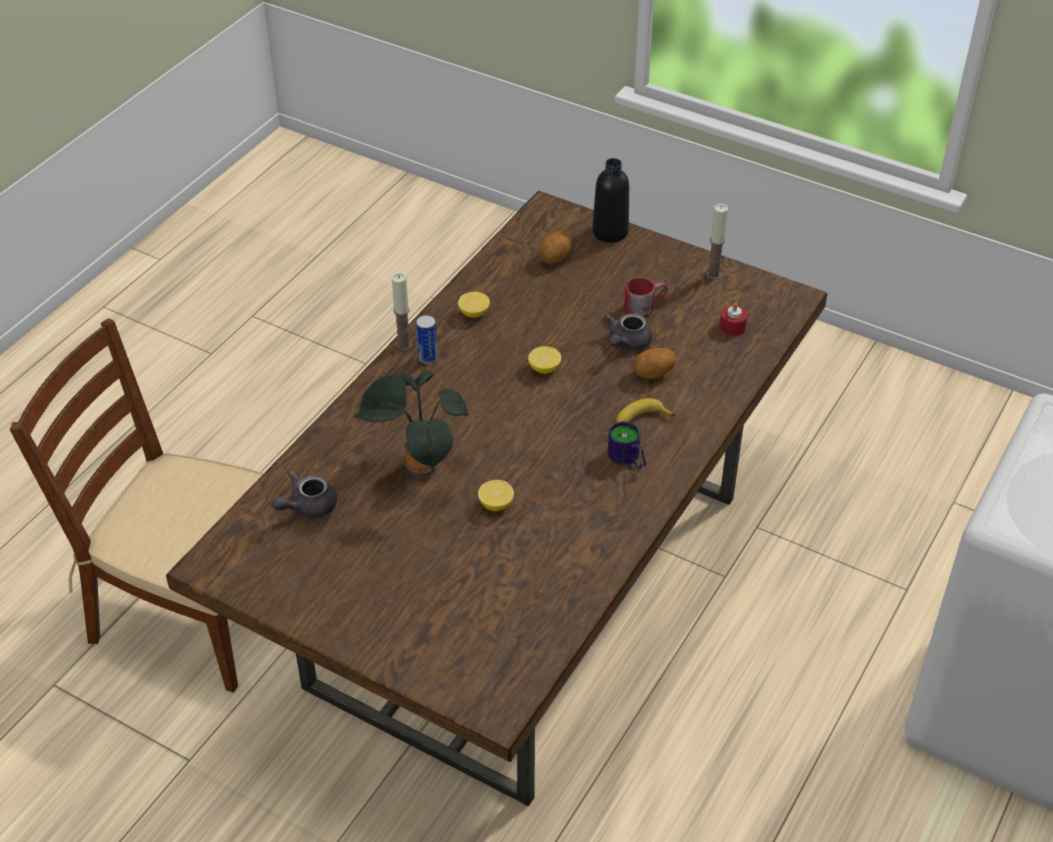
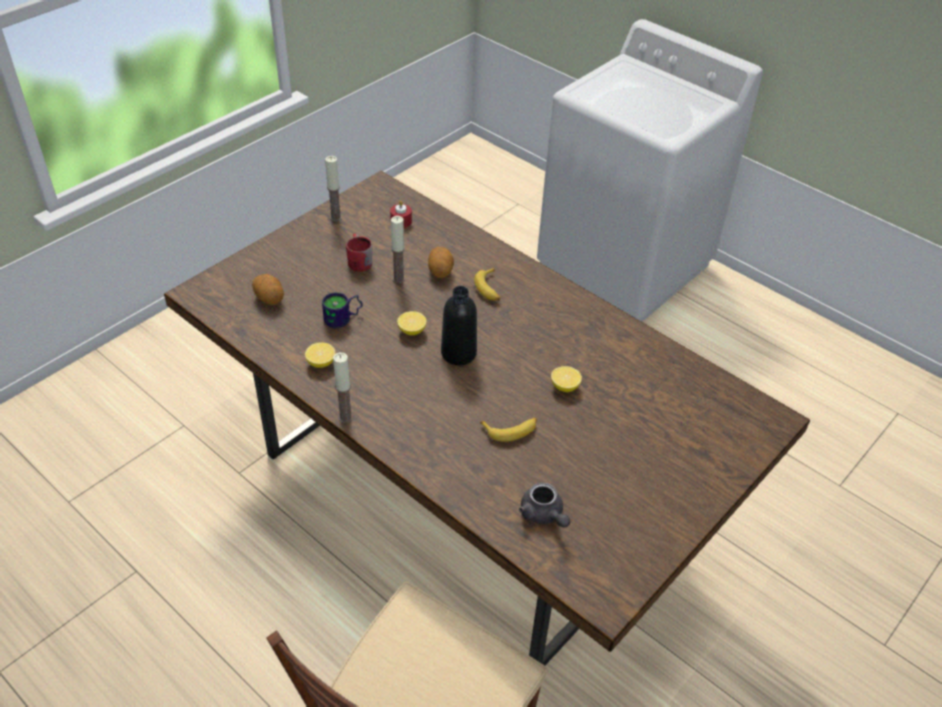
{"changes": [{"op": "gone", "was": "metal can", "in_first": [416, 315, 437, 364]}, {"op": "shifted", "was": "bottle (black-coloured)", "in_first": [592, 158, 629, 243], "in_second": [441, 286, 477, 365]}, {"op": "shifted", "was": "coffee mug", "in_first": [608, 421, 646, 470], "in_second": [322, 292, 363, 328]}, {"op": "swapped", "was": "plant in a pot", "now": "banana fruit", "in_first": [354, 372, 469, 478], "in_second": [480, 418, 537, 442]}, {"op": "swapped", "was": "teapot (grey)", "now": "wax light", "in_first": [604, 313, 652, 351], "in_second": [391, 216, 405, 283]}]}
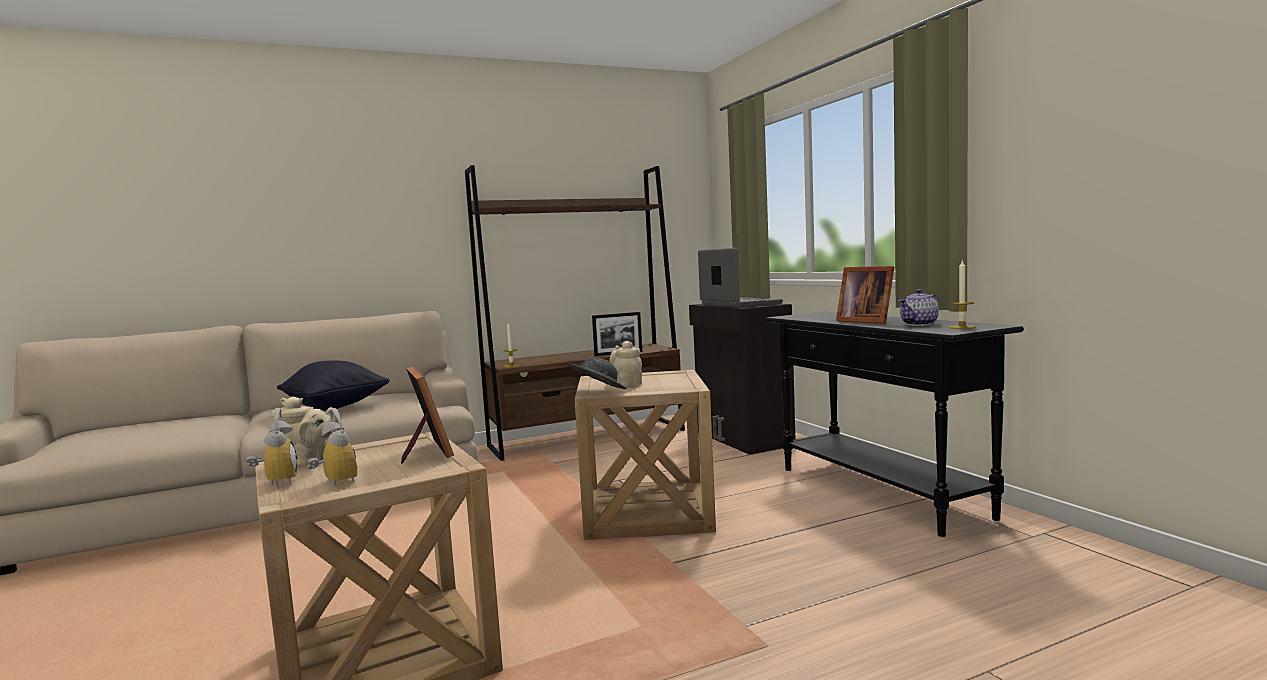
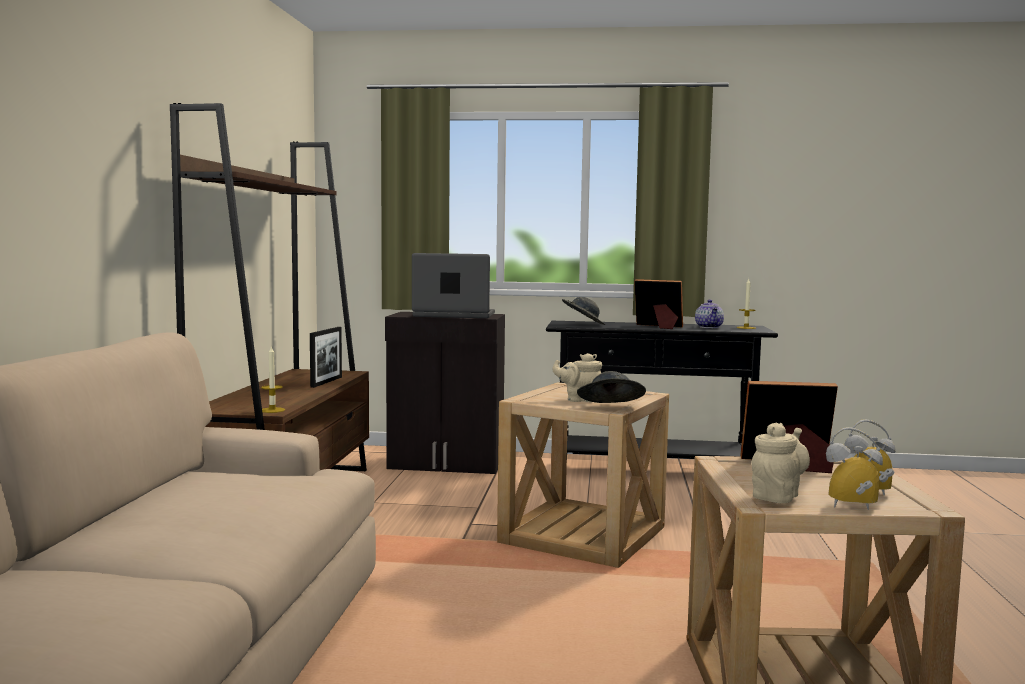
{"changes": [{"op": "gone", "was": "throw pillow (black-coloured)", "in_first": [277, 360, 389, 411]}, {"op": "new", "now": "clothing hat (grey)", "in_second": [562, 297, 605, 325]}, {"op": "rotated", "was": "standing frame", "in_first": [836, 266, 894, 324], "in_second": [634, 279, 683, 329], "clockwise": -150}]}
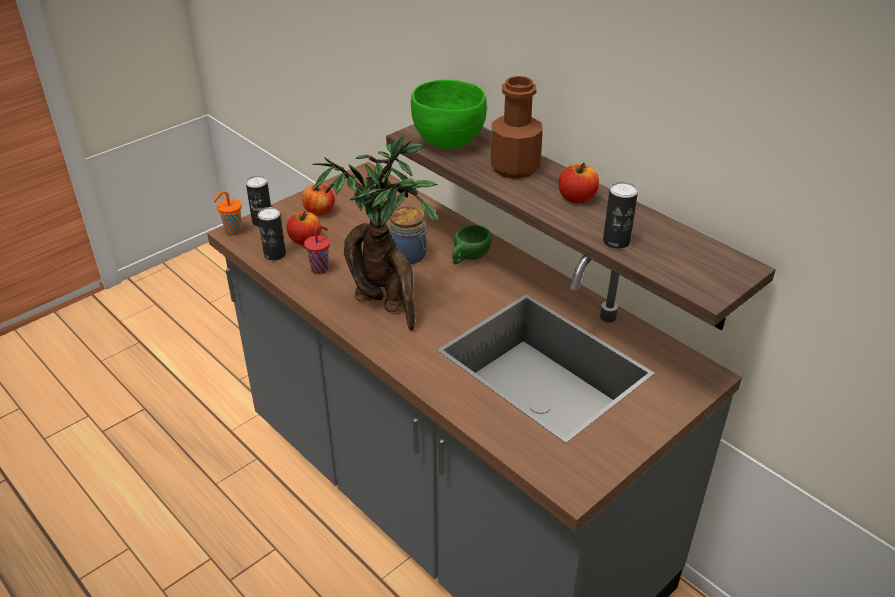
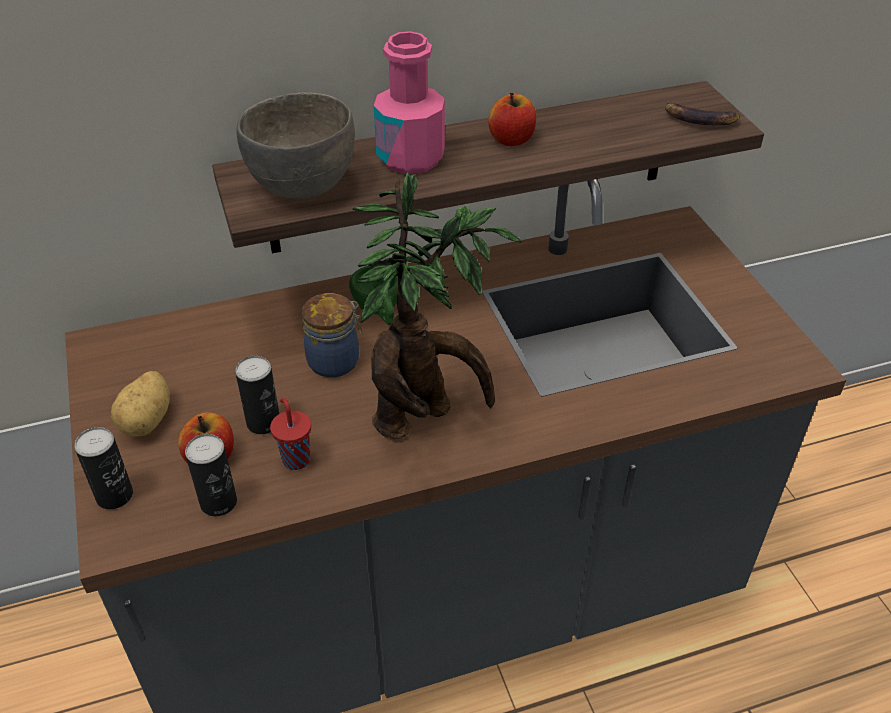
{"changes": [{"op": "gone", "was": "small cup (orangey)", "in_first": [213, 191, 242, 236]}, {"op": "new", "now": "banana fruit", "in_second": [665, 101, 740, 125]}, {"op": "shifted", "was": "metal can", "in_first": [603, 182, 638, 249], "in_second": [235, 356, 279, 434]}, {"op": "swapped", "was": "apple", "now": "whole potato", "in_first": [302, 185, 335, 216], "in_second": [111, 371, 170, 437]}, {"op": "repainted", "was": "serving bowl (green-coloured)", "now": "serving bowl (grey)", "in_first": [411, 80, 487, 149], "in_second": [237, 92, 355, 199]}, {"op": "repainted", "was": "bottle (brown)", "now": "bottle (pink)", "in_first": [491, 76, 543, 179], "in_second": [374, 31, 445, 174]}]}
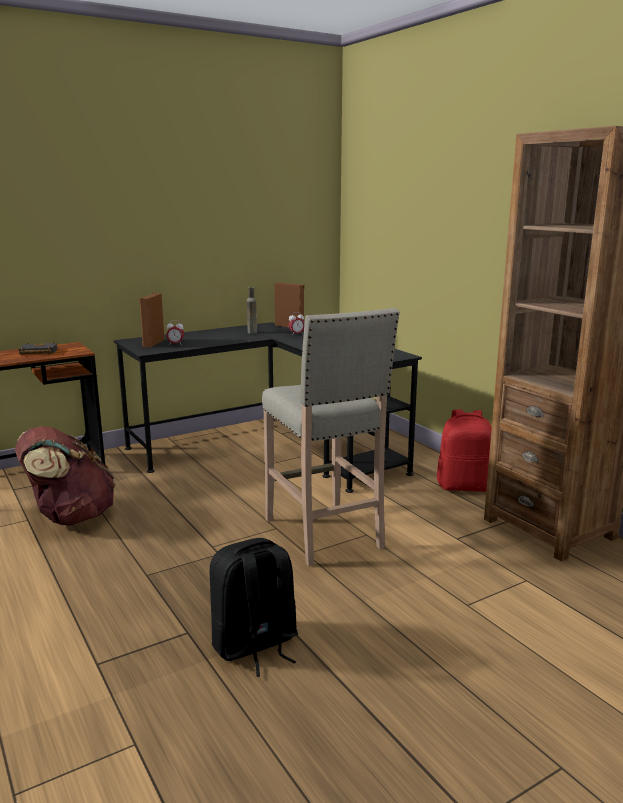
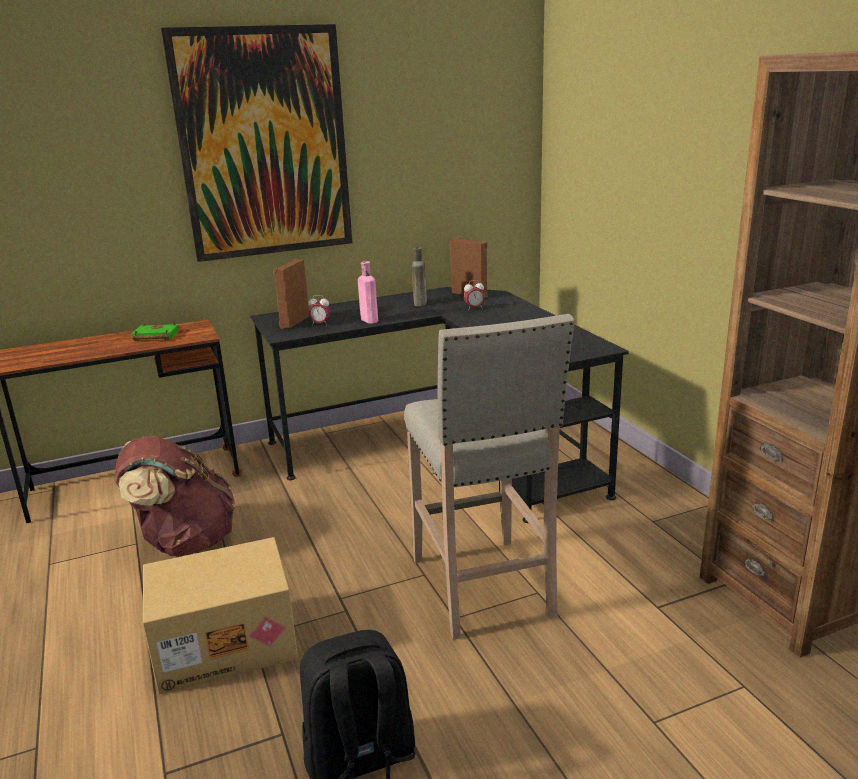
{"changes": [{"op": "gone", "was": "rucksack (red-coloured)", "in_first": [437, 409, 492, 492]}, {"op": "new", "now": "carton", "in_second": [143, 537, 298, 695]}, {"op": "new", "now": "picture", "in_second": [161, 24, 352, 262]}, {"op": "new", "now": "bottle (pink)", "in_second": [358, 261, 378, 324]}, {"op": "repainted", "was": "bound book (black-coloured)", "now": "bound book (green-coloured)", "in_first": [19, 342, 58, 355], "in_second": [132, 323, 180, 341]}]}
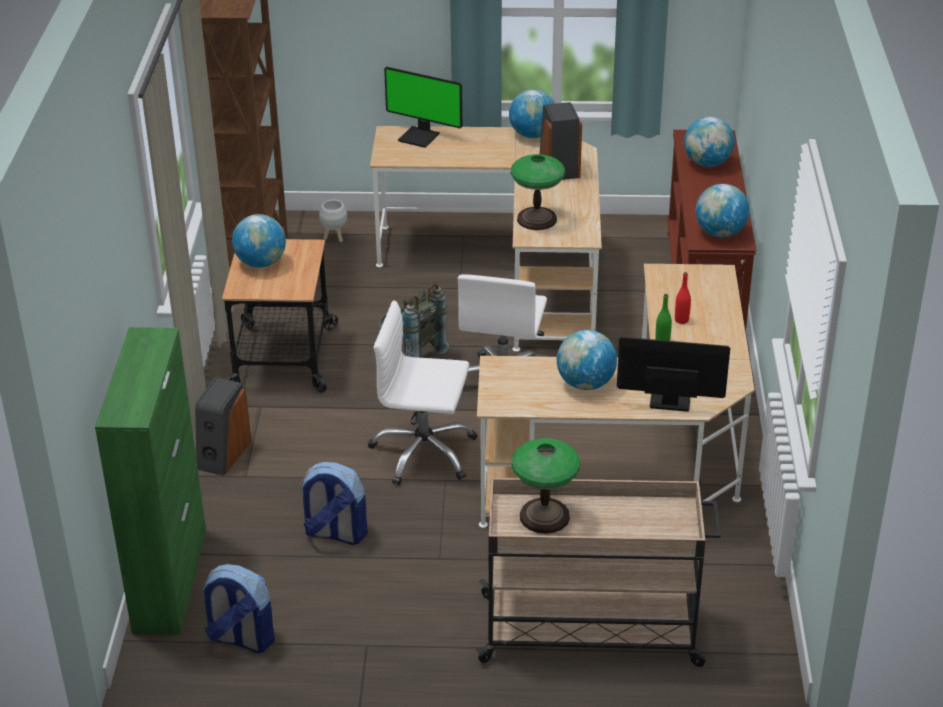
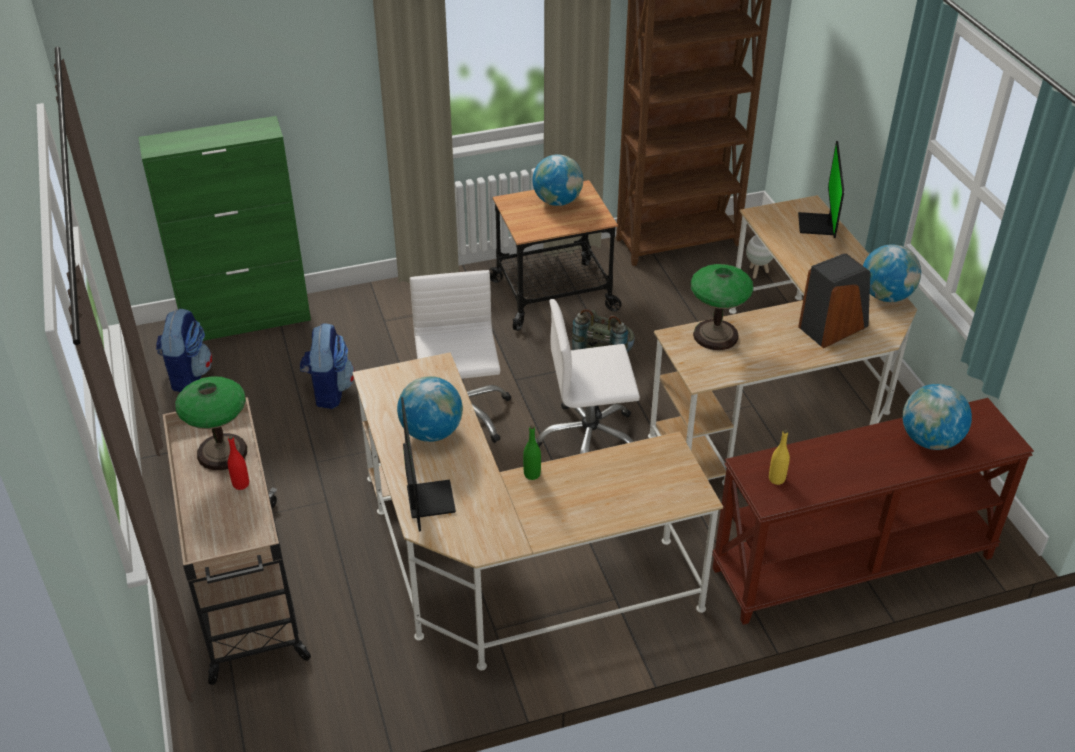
{"changes": [{"op": "gone", "was": "speaker", "in_first": [195, 377, 252, 476]}, {"op": "shifted", "was": "bottle (red-coloured)", "in_first": [675, 272, 691, 324], "in_second": [228, 435, 249, 490]}, {"op": "swapped", "was": "globe", "now": "bottle (yellow)", "in_first": [696, 184, 750, 237], "in_second": [769, 429, 790, 485]}]}
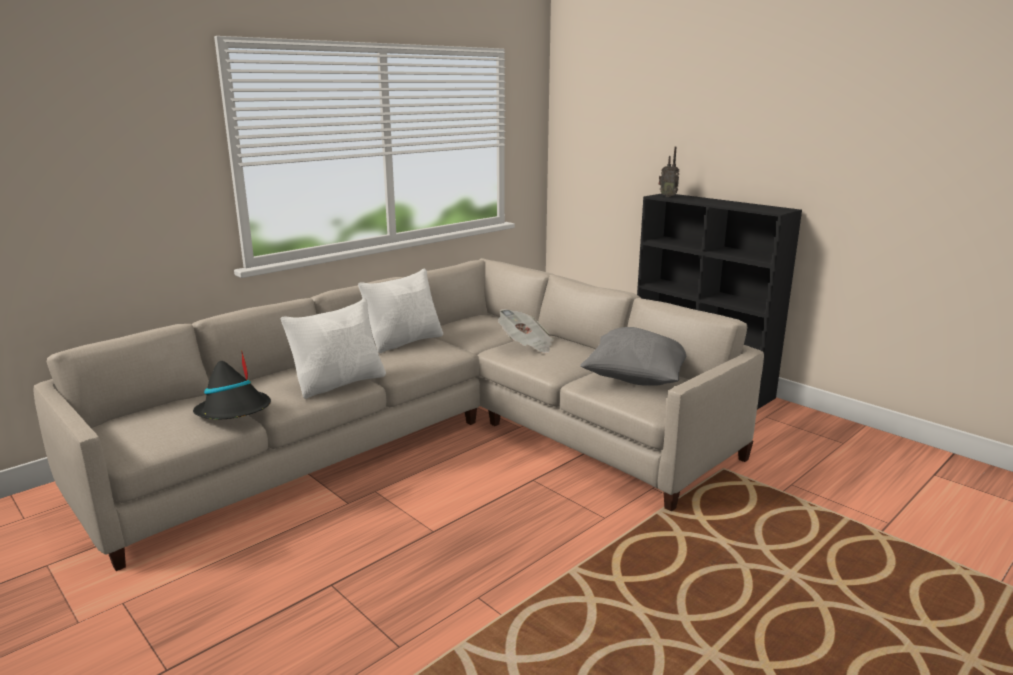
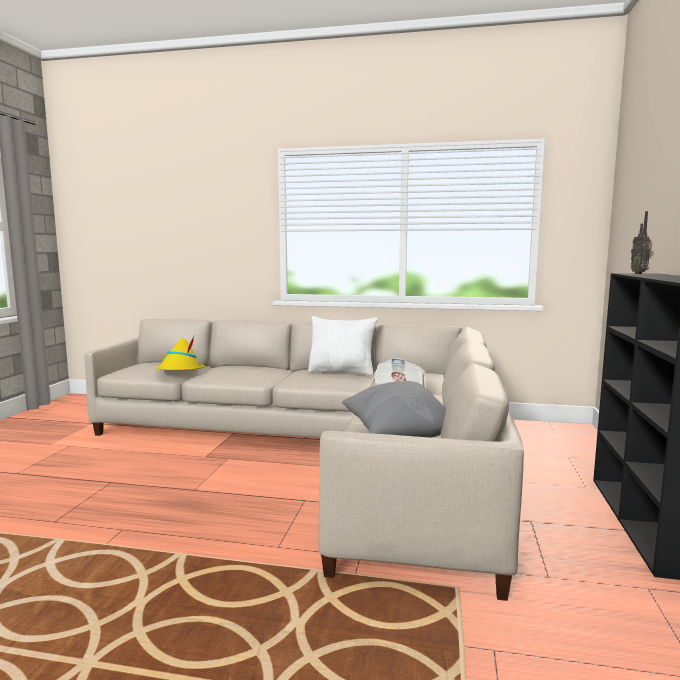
{"changes": [{"op": "gone", "was": "throw pillow (white)", "in_first": [281, 298, 386, 399]}, {"op": "repainted", "was": "clothing hat (black-coloured)", "now": "clothing hat (yellow)", "in_first": [193, 350, 271, 419], "in_second": [156, 336, 205, 370]}]}
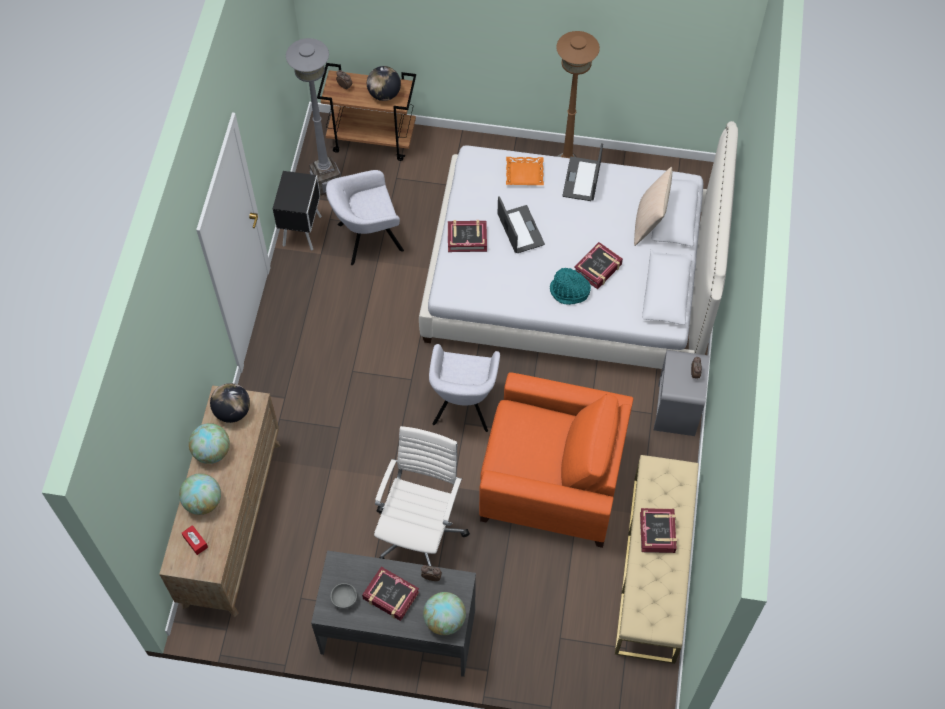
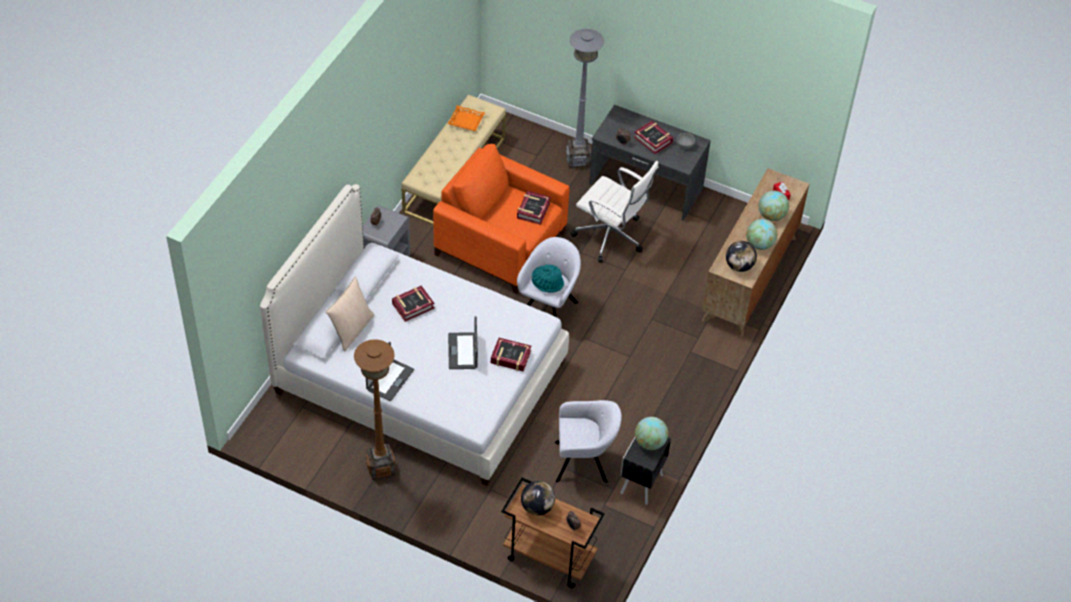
{"changes": [{"op": "shifted", "was": "standing lamp (grey)", "in_first": [286, 38, 341, 196], "in_second": [566, 29, 604, 168]}, {"op": "shifted", "was": "globe", "in_first": [423, 592, 466, 635], "in_second": [635, 417, 668, 450]}, {"op": "shifted", "was": "carrying tray (orangey)", "in_first": [506, 157, 544, 185], "in_second": [447, 105, 485, 131]}, {"op": "shifted", "was": "clothing hat (blue-green)", "in_first": [550, 267, 591, 305], "in_second": [532, 264, 564, 293]}, {"op": "shifted", "was": "bound book", "in_first": [640, 508, 677, 553], "in_second": [517, 191, 551, 225]}, {"op": "rotated", "was": "office chair (white)", "in_first": [374, 426, 470, 566], "in_second": [571, 161, 658, 262], "clockwise": -90}]}
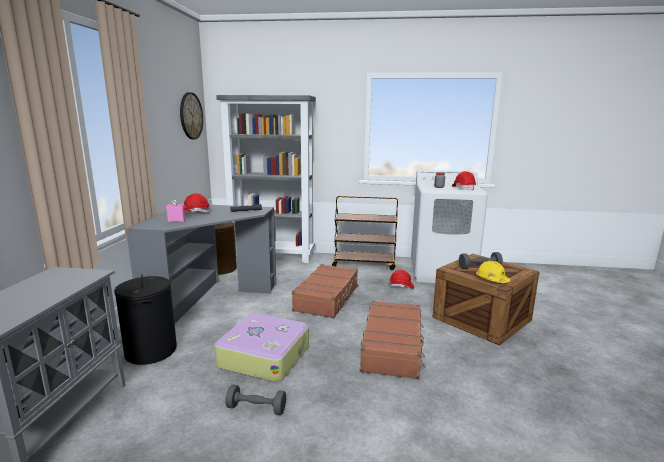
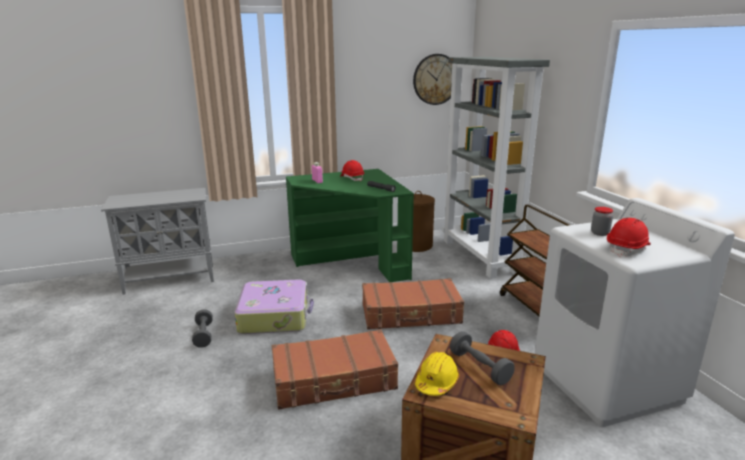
{"changes": [{"op": "gone", "was": "laundry basket (black-coloured)", "in_first": [114, 274, 177, 365]}, {"op": "repainted", "was": "desk table (grey)", "now": "desk table (green-coloured)", "in_first": [126, 205, 276, 323], "in_second": [286, 169, 414, 282]}]}
